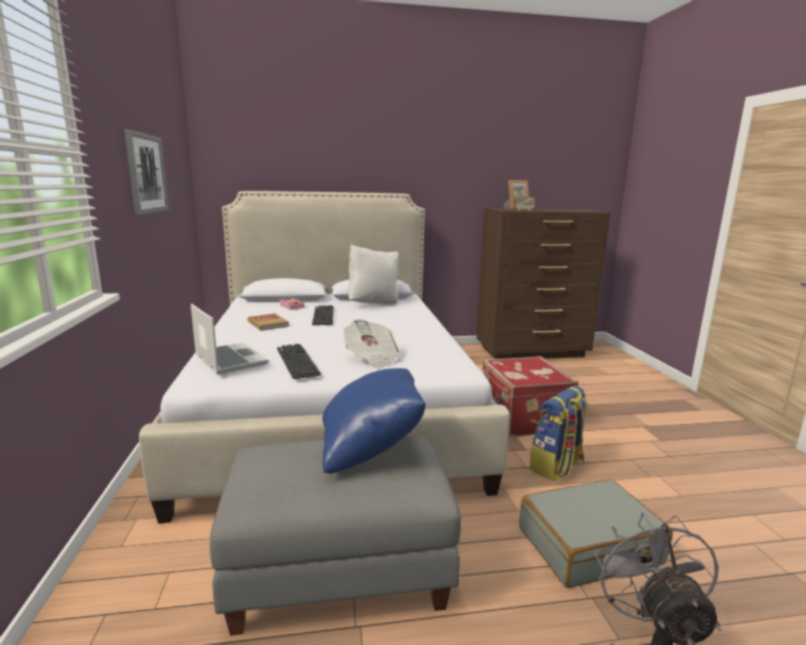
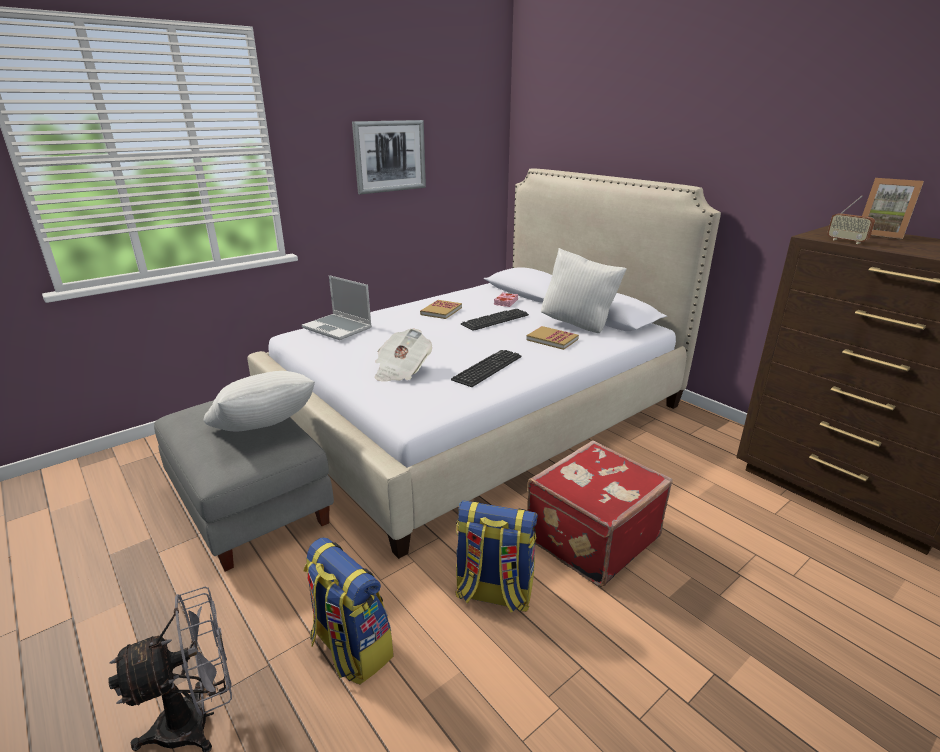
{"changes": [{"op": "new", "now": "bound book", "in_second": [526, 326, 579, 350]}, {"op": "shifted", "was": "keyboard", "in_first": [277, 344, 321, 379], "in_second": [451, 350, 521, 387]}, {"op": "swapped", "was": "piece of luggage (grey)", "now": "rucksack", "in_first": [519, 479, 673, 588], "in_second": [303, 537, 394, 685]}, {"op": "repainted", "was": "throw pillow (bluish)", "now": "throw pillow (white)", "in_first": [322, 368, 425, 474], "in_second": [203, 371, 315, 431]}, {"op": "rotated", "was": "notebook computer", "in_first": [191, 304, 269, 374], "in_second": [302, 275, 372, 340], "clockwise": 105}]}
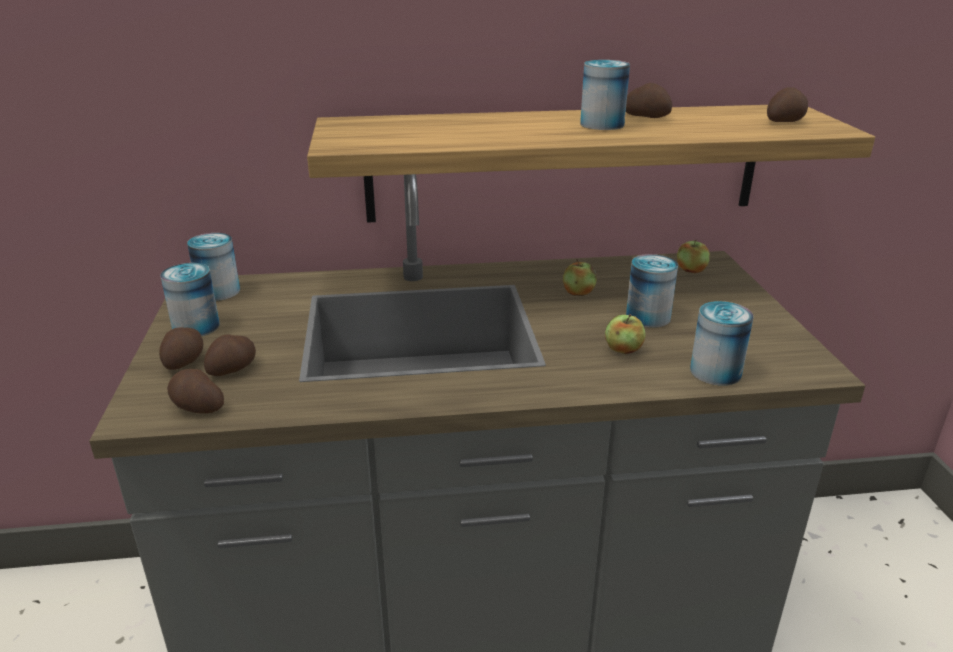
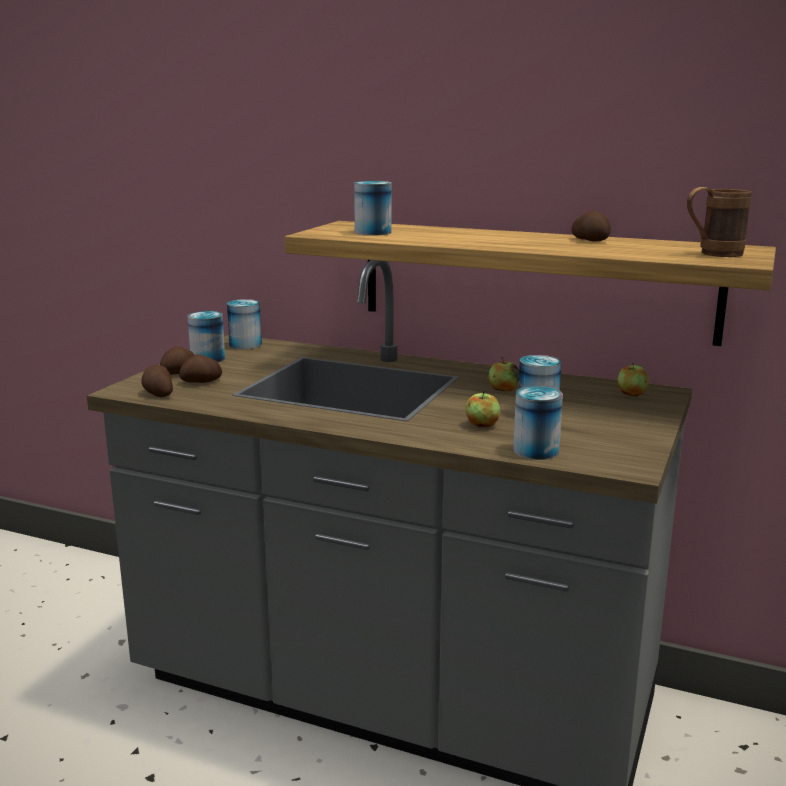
{"changes": [{"op": "shifted", "was": "metal can", "in_first": [580, 60, 630, 130], "in_second": [354, 181, 392, 236]}, {"op": "swapped", "was": "whole potato", "now": "coffee mug (brown)", "in_first": [767, 87, 808, 122], "in_second": [687, 187, 751, 257]}]}
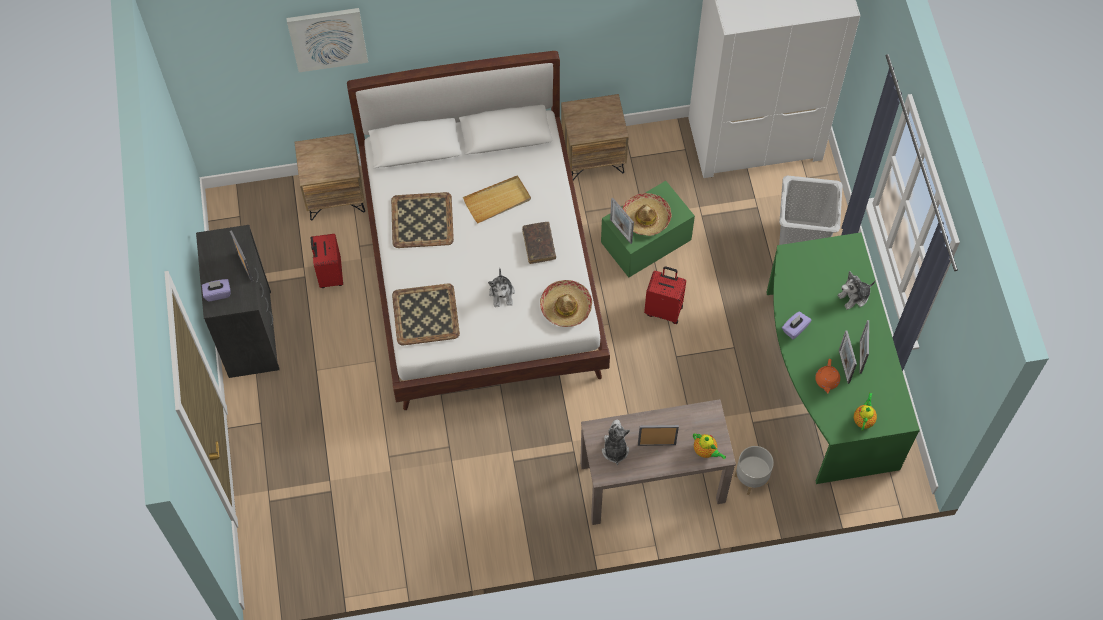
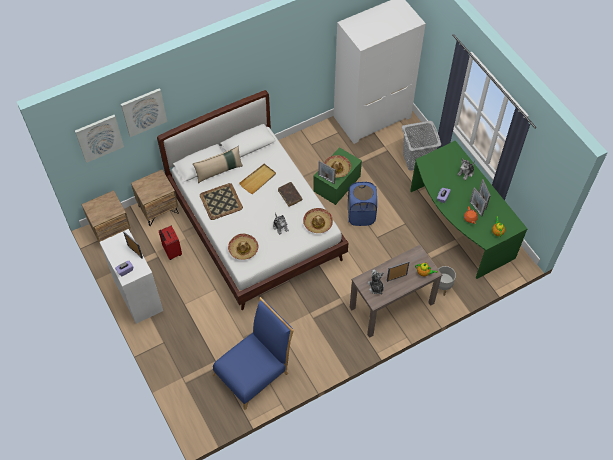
{"changes": [{"op": "new", "now": "picture", "in_second": [75, 115, 124, 163]}, {"op": "new", "now": "throw pillow (beige)", "in_second": [193, 146, 243, 183]}, {"op": "new", "now": "chair (bluish)", "in_second": [213, 297, 294, 410]}, {"op": "shifted", "was": "bedside table (brown)", "in_first": [561, 94, 629, 180], "in_second": [81, 190, 131, 242]}, {"op": "swapped", "was": "carrying tray", "now": "clothing hat", "in_first": [392, 283, 460, 345], "in_second": [228, 234, 259, 260]}, {"op": "swapped", "was": "piece of luggage (red-coloured)", "now": "laundry basket (bluish)", "in_first": [644, 266, 686, 324], "in_second": [348, 182, 377, 226]}, {"op": "repainted", "was": "chest of drawers (black-coloured)", "now": "chest of drawers (white)", "in_first": [196, 225, 280, 378], "in_second": [100, 229, 163, 324]}]}
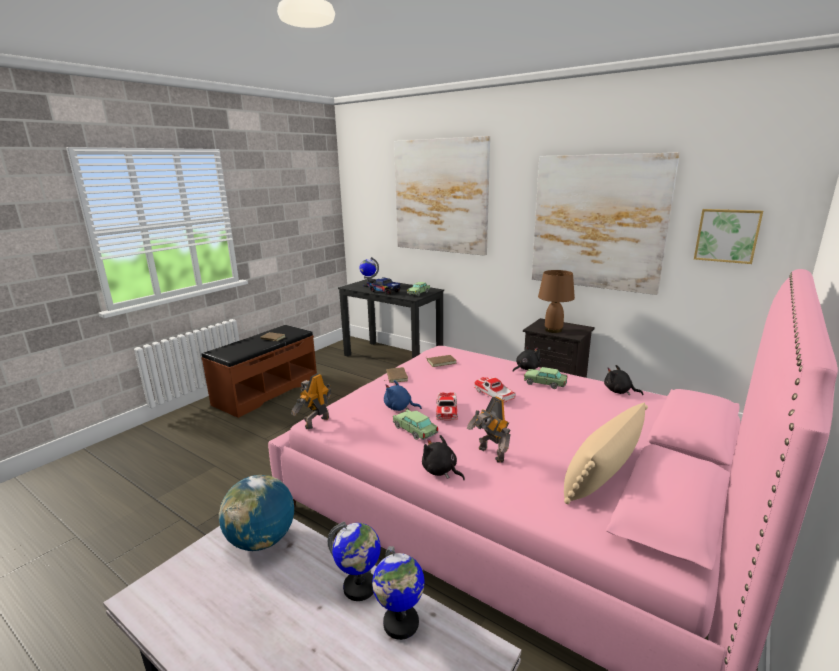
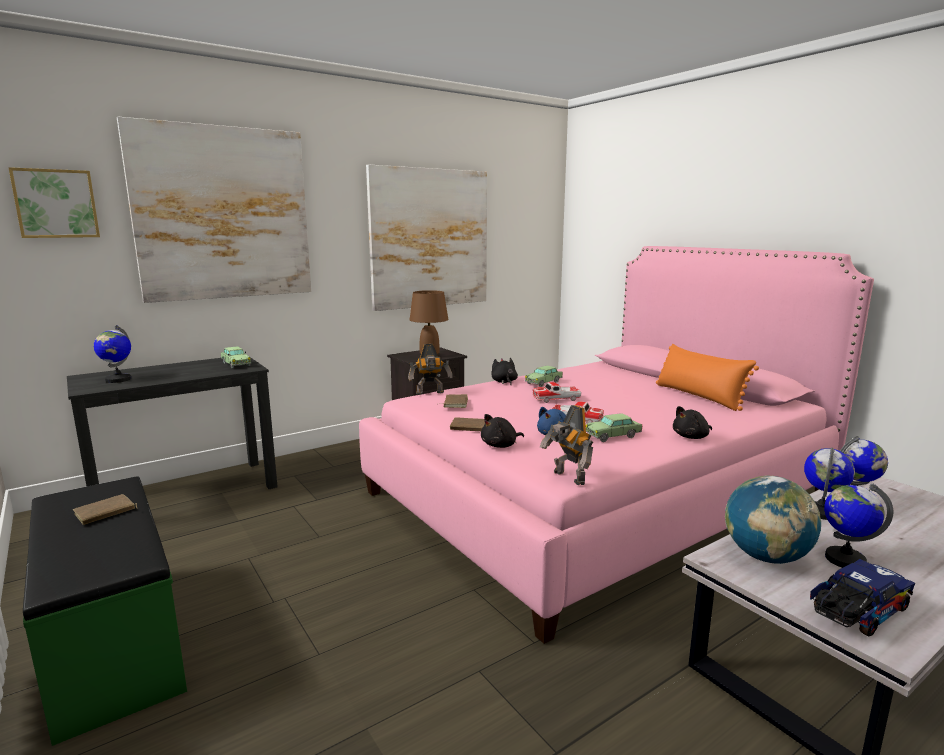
{"changes": [{"op": "new", "now": "globe", "in_second": [824, 484, 893, 568]}, {"op": "shifted", "was": "toy truck", "in_first": [367, 277, 401, 295], "in_second": [810, 559, 915, 636]}, {"op": "shifted", "was": "robot figure", "in_first": [467, 396, 511, 463], "in_second": [408, 344, 452, 395]}, {"op": "shifted", "was": "plush toy (black-coloured)", "in_first": [604, 365, 643, 395], "in_second": [481, 414, 524, 448]}, {"op": "shifted", "was": "picture", "in_first": [694, 209, 763, 264], "in_second": [8, 167, 100, 238]}, {"op": "repainted", "was": "long seat (brown)", "now": "long seat (green-coloured)", "in_first": [201, 325, 317, 418], "in_second": [23, 477, 187, 746]}, {"op": "repainted", "was": "throw pillow (beige)", "now": "throw pillow (orangey)", "in_first": [564, 403, 648, 504], "in_second": [656, 344, 759, 411]}]}
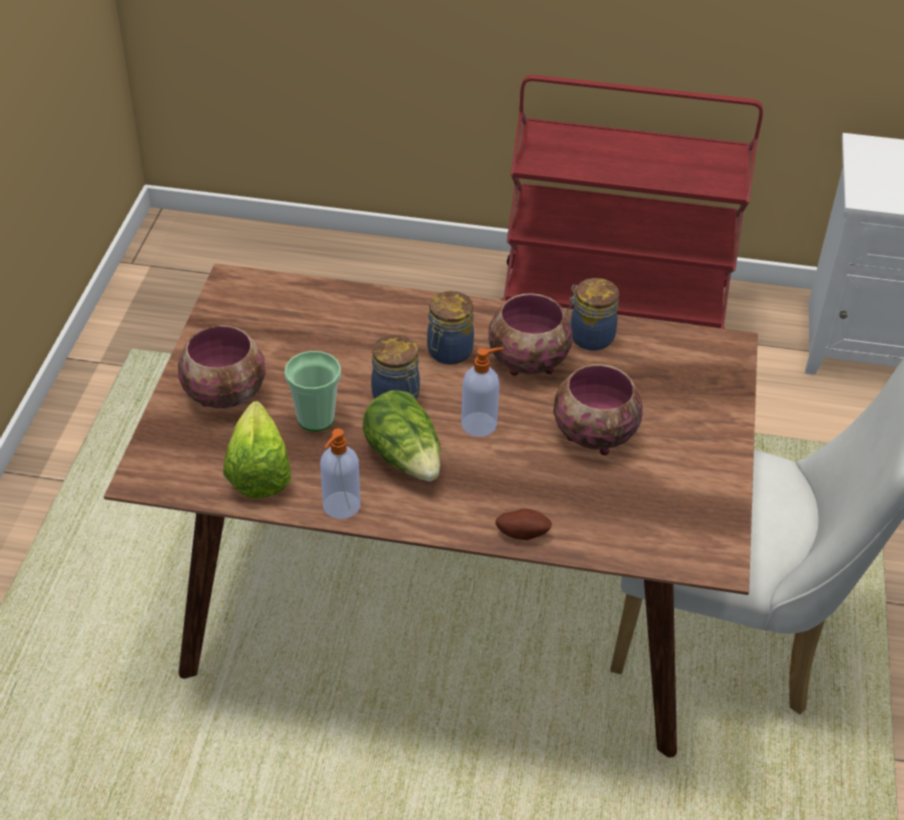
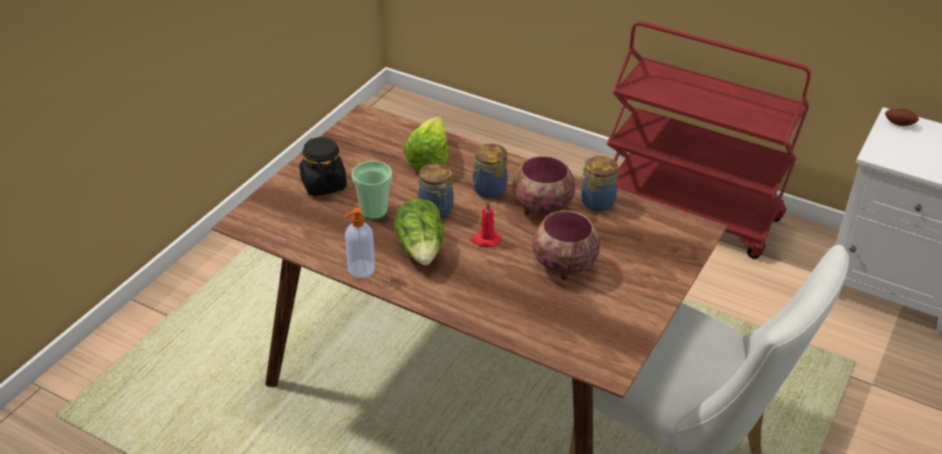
{"changes": [{"op": "shifted", "was": "lettuce", "in_first": [223, 401, 291, 499], "in_second": [403, 116, 448, 171]}, {"op": "shifted", "was": "whole potato", "in_first": [496, 508, 552, 540], "in_second": [885, 109, 919, 126]}, {"op": "swapped", "was": "serving bowl", "now": "preserve jar (black-coloured)", "in_first": [178, 325, 265, 408], "in_second": [300, 137, 347, 196]}, {"op": "swapped", "was": "soap bottle", "now": "wax light (red-coloured)", "in_first": [461, 347, 504, 437], "in_second": [470, 202, 501, 247]}]}
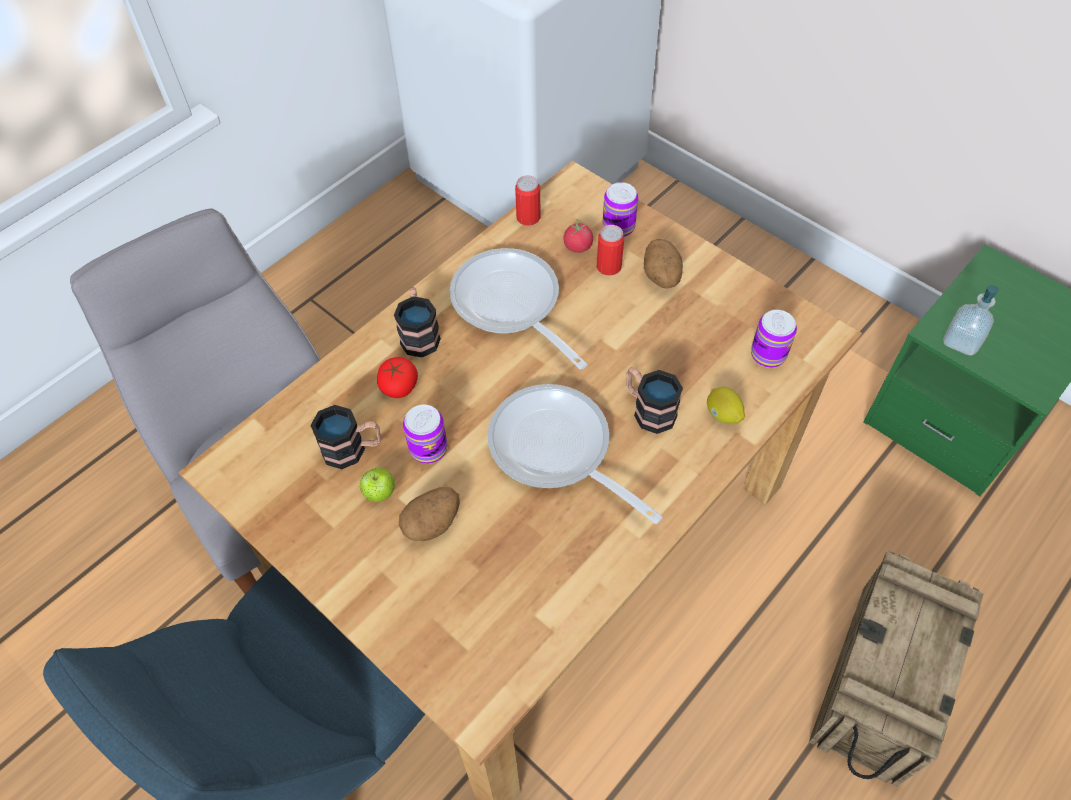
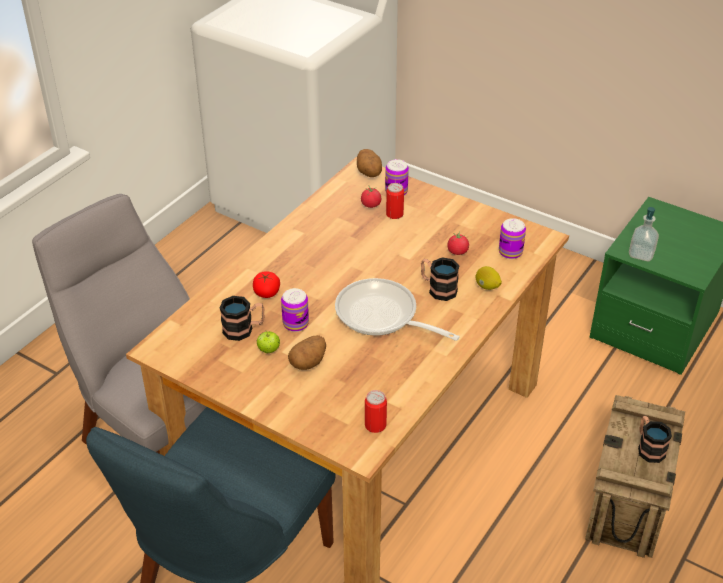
{"changes": [{"op": "gone", "was": "skillet", "in_first": [450, 248, 587, 370]}, {"op": "new", "now": "whole tomato", "in_second": [447, 231, 469, 255]}, {"op": "shifted", "was": "coffee mug", "in_first": [394, 287, 441, 358], "in_second": [638, 416, 672, 463]}, {"op": "shifted", "was": "metal can", "in_first": [515, 175, 541, 226], "in_second": [365, 390, 387, 433]}, {"op": "shifted", "was": "whole potato", "in_first": [644, 239, 683, 289], "in_second": [357, 149, 382, 177]}]}
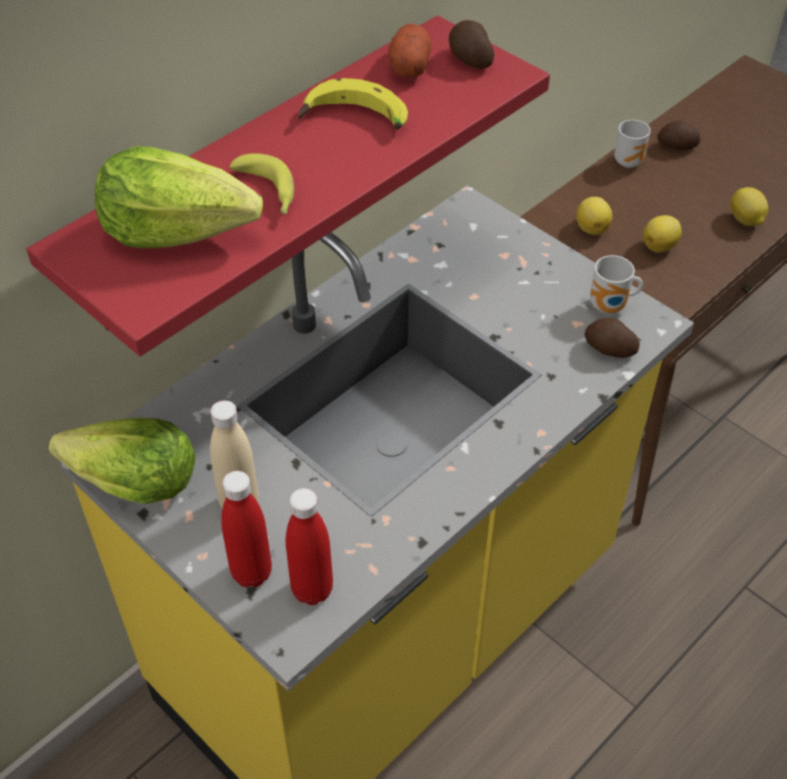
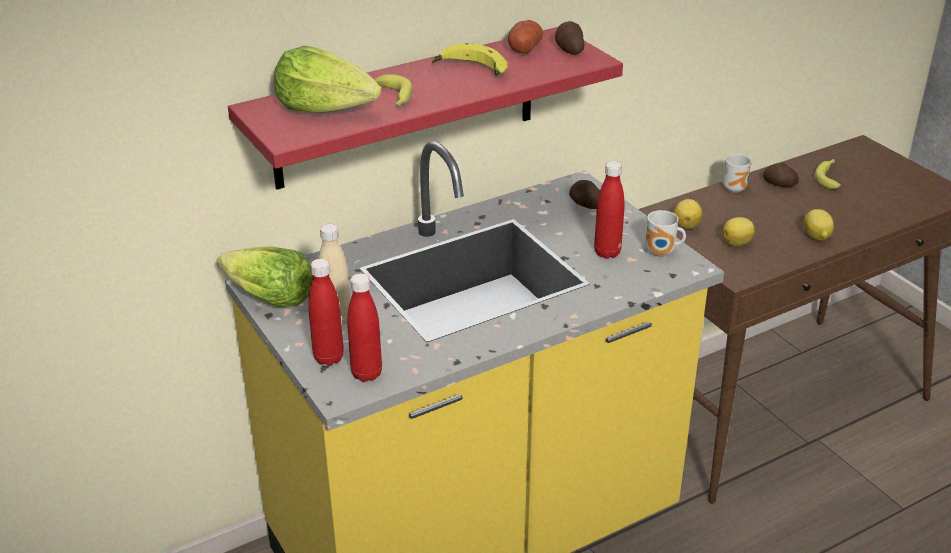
{"changes": [{"op": "new", "now": "bottle (red-coloured)", "in_second": [594, 161, 625, 259]}, {"op": "new", "now": "banana fruit", "in_second": [814, 159, 841, 189]}, {"op": "shifted", "was": "whole potato", "in_first": [585, 318, 640, 358], "in_second": [569, 180, 600, 209]}]}
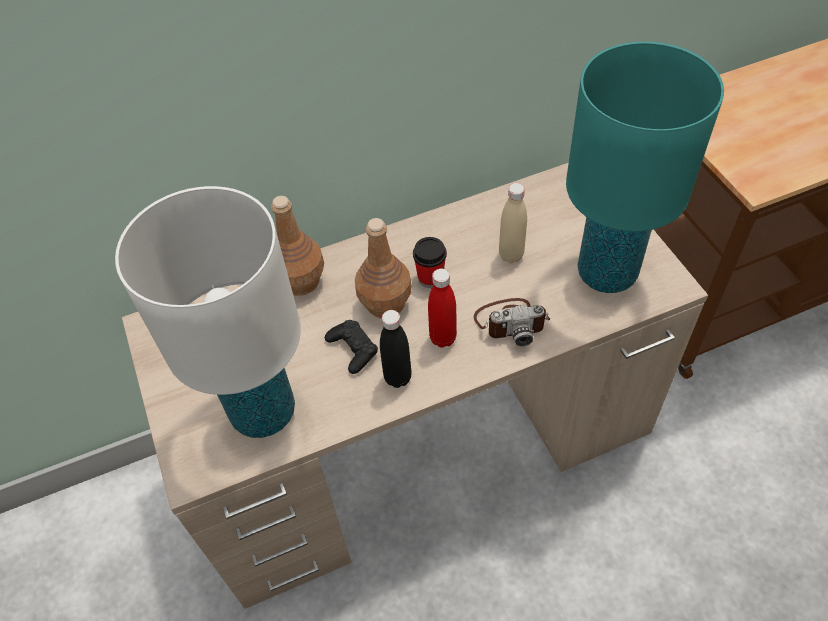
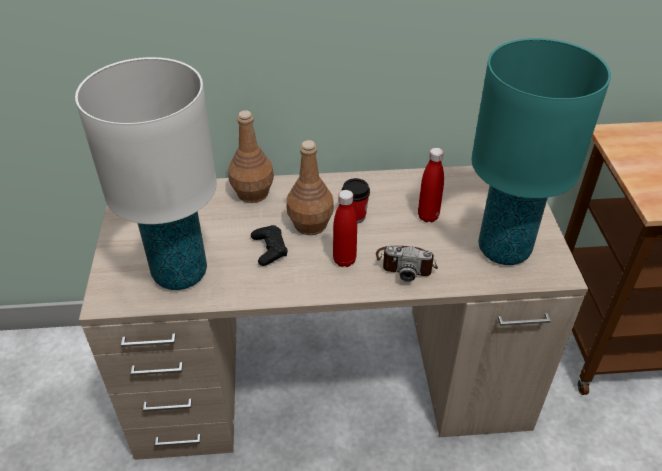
{"changes": [{"op": "gone", "was": "bottle (black-coloured)", "in_first": [380, 310, 412, 388]}, {"op": "repainted", "was": "bottle (beige)", "now": "bottle (red-coloured)", "in_first": [499, 183, 527, 263], "in_second": [418, 148, 444, 222]}]}
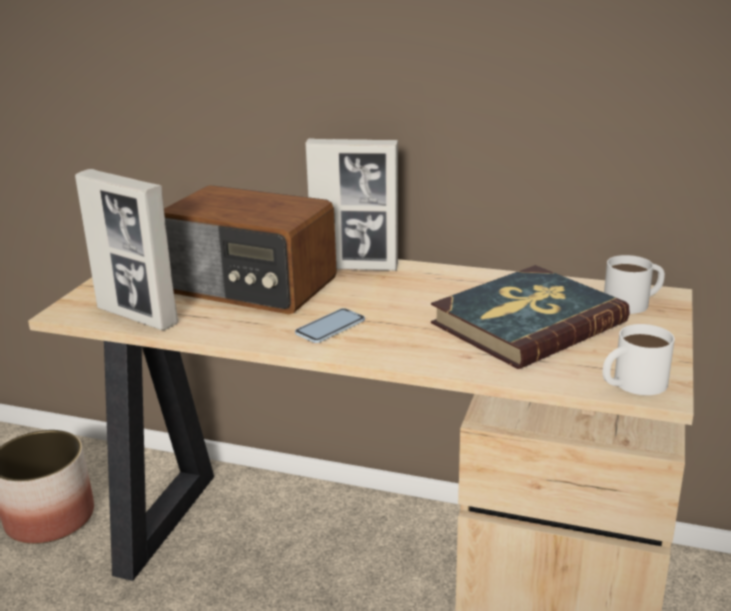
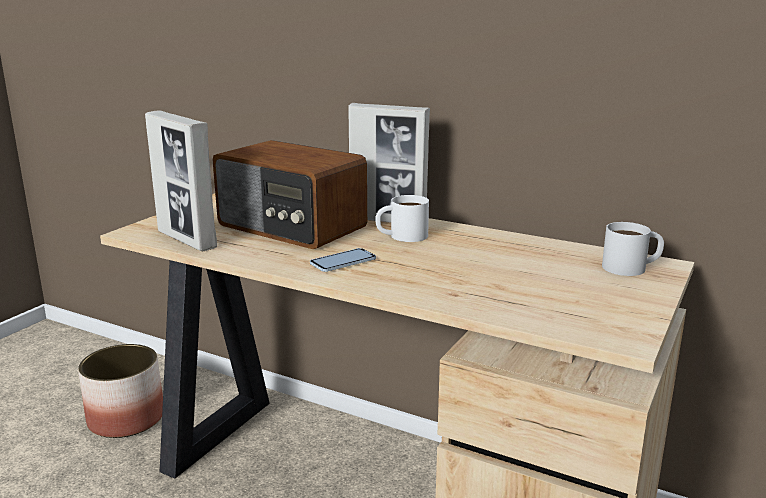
{"changes": [{"op": "gone", "was": "bound book", "in_first": [431, 265, 630, 369]}, {"op": "shifted", "was": "coffee mug (white)", "in_first": [603, 324, 675, 395], "in_second": [375, 195, 429, 242]}]}
